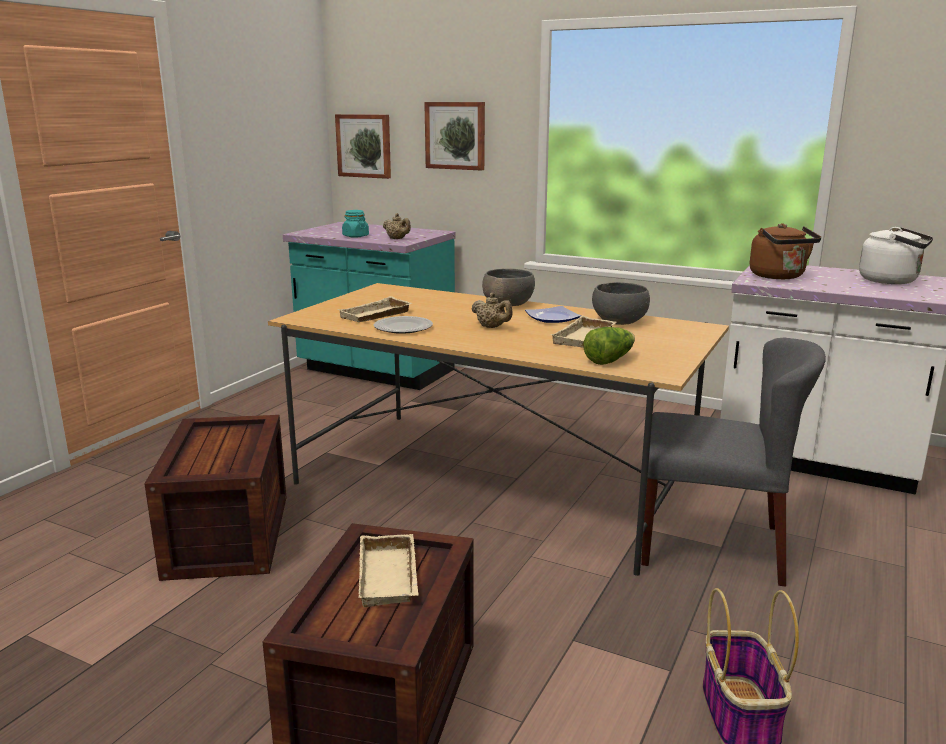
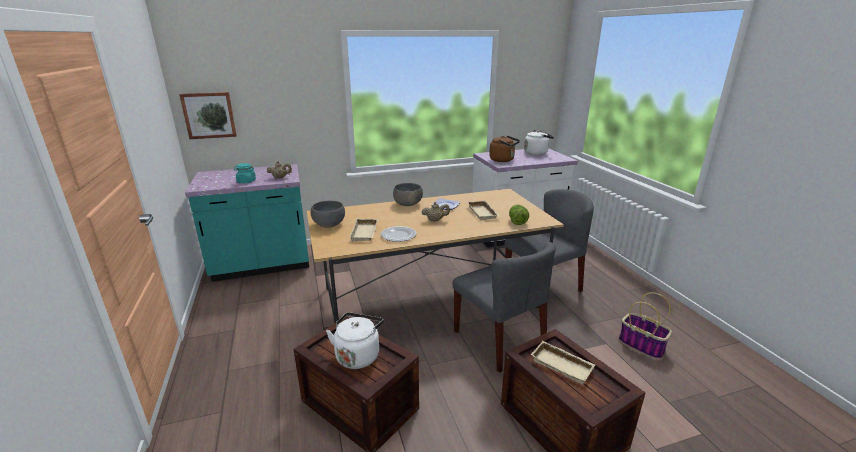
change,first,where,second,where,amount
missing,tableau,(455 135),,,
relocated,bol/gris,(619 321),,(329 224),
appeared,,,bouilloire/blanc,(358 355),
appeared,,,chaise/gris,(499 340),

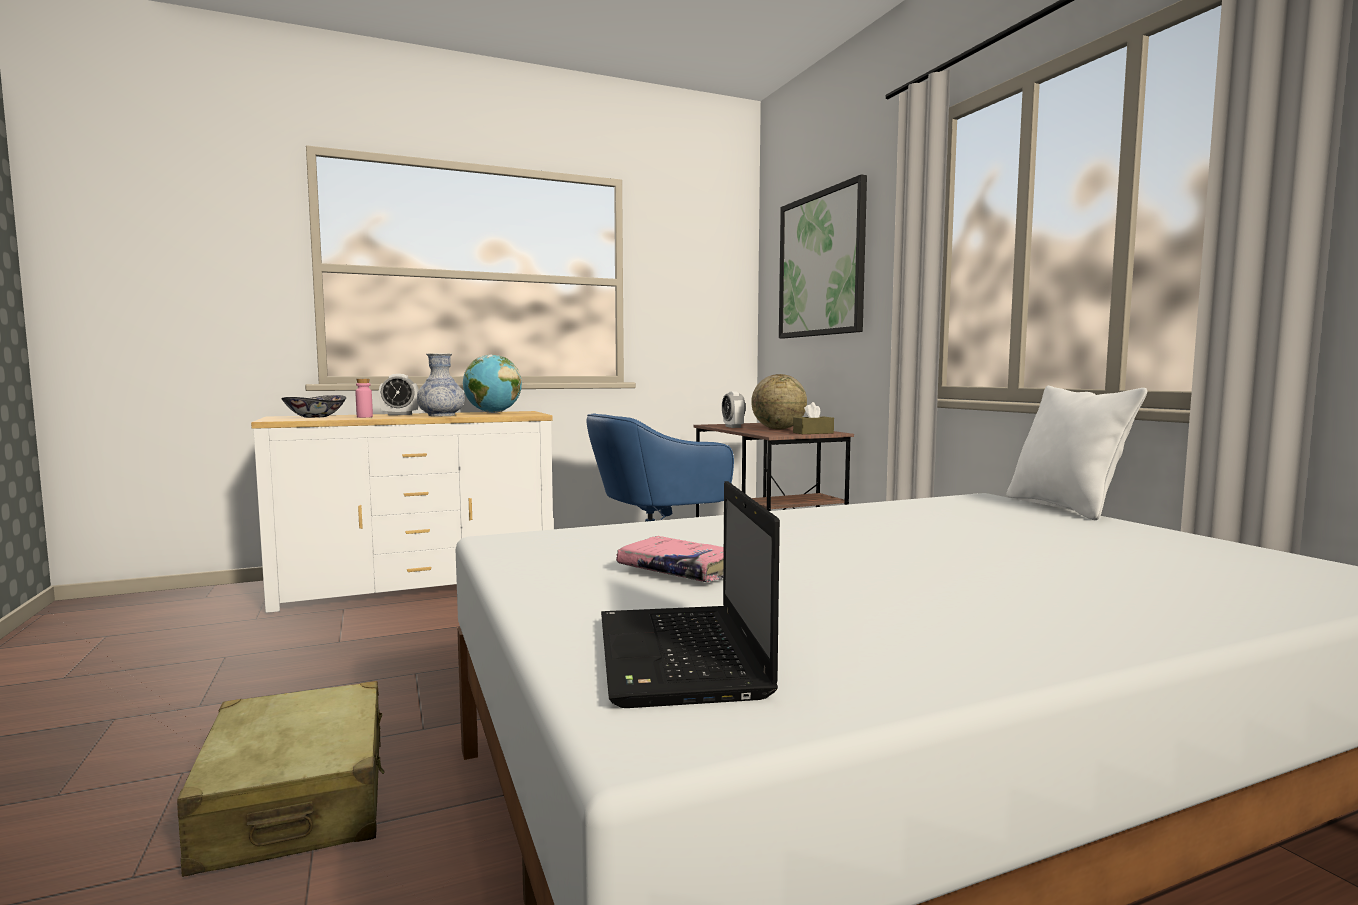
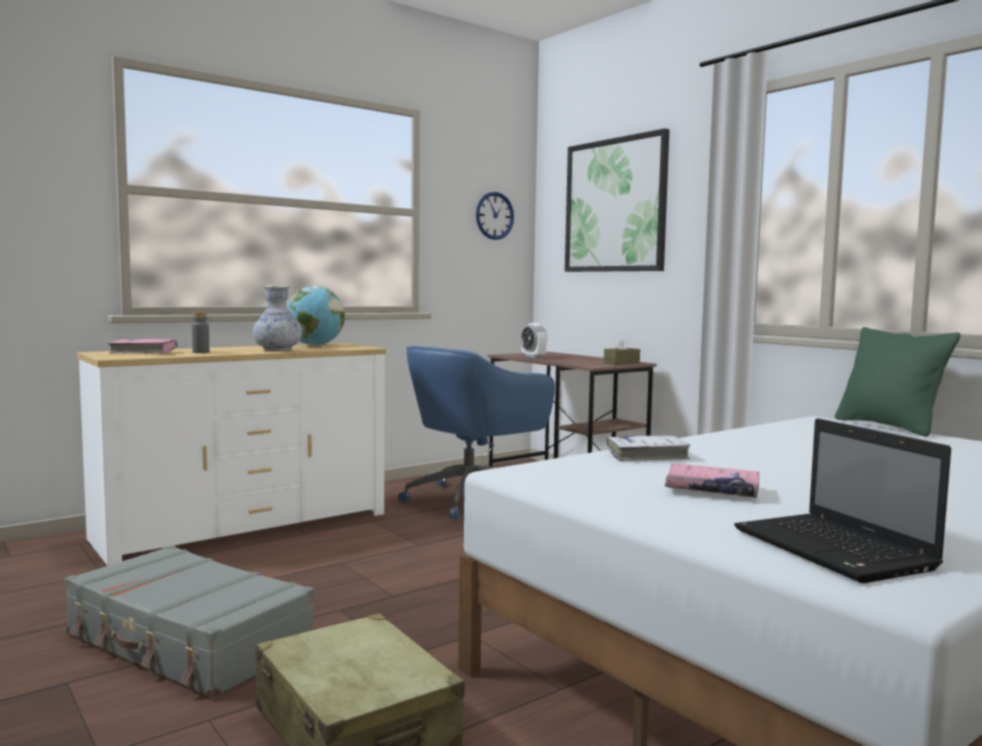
change,first,where,second,where,amount
exchanged,bol,(316 417),livre/rose,(144 352),
colour,bouteille/rose,(364 417),bouteille/gris,(201 352),
missing,réveil,(400 414),,,
missing,globe,(778 429),,,
colour,coussin/blanc,(1065 507),coussin/vert,(889 426),
appeared,,,valise/gris,(188 642),
appeared,,,horloge murale,(494 215),
appeared,,,livre/blanc,(647 456),

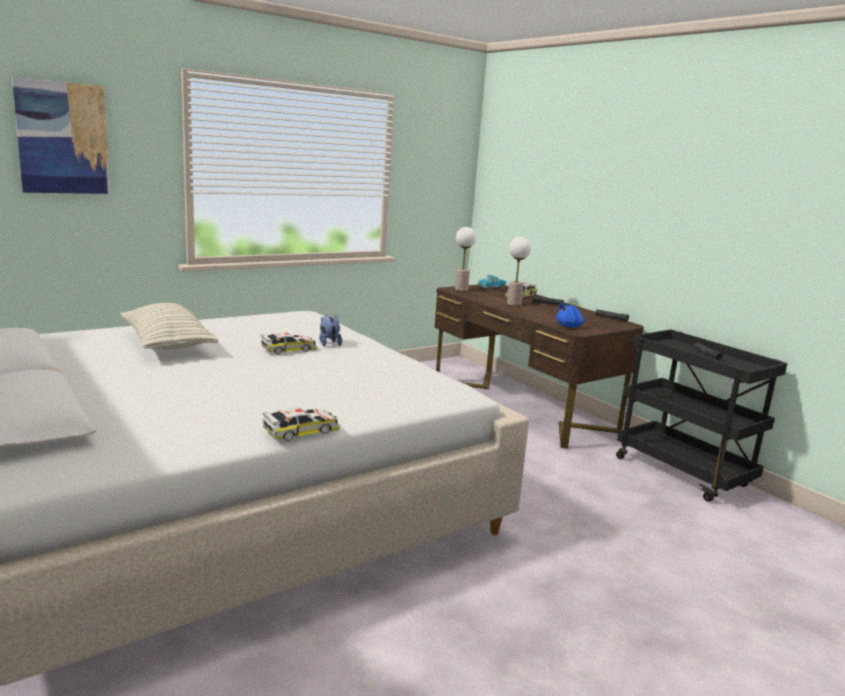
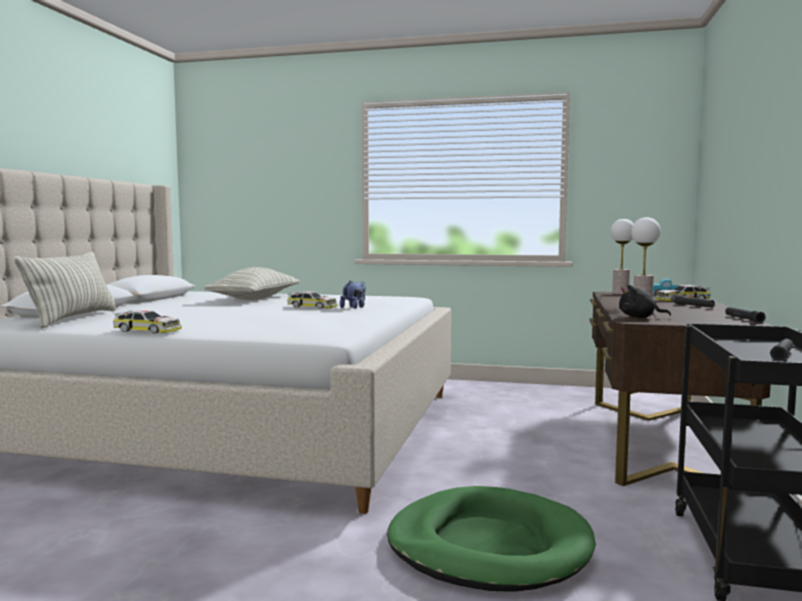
change,first,where,second,where,amount
missing,tableau,(62 138),,,
colour,peluche/bleu,(570 326),peluche/noir,(639 317),
appeared,,,coussin,(73 318),
appeared,,,panier pour chien/vert,(488 546),

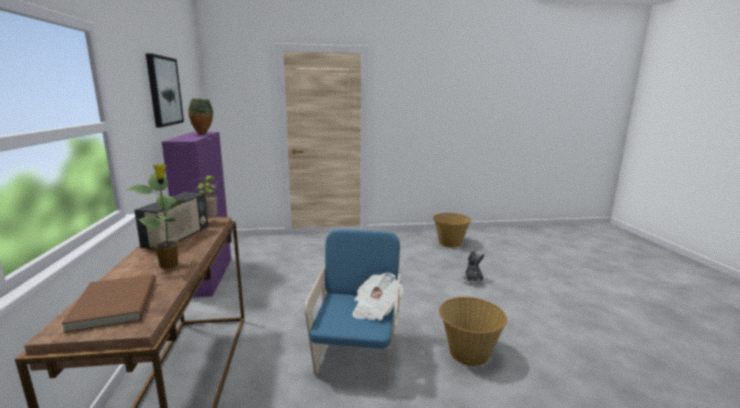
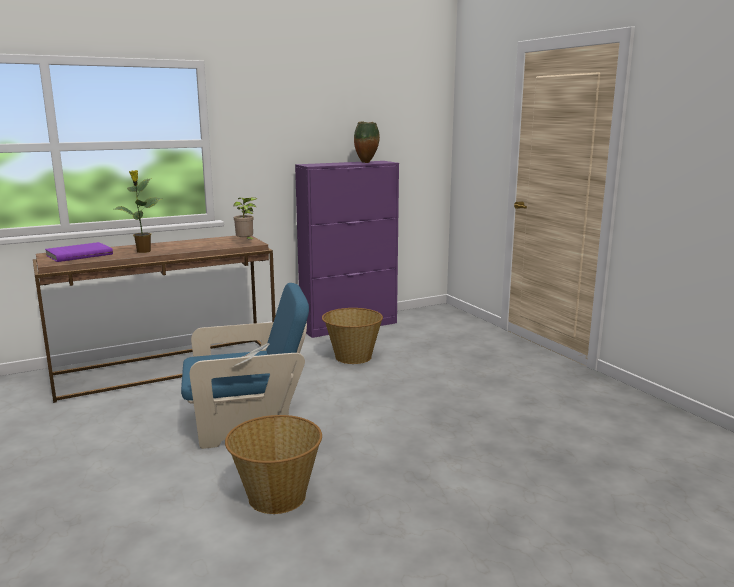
change,first,where,second,where,amount
colour,livre/marron,(112 305),livre/violet,(79 254),
missing,radio,(177 239),,,
missing,tableau,(164 91),,,
relocated,panier,(450 243),,(352 357),
missing,peluche,(472 281),,,

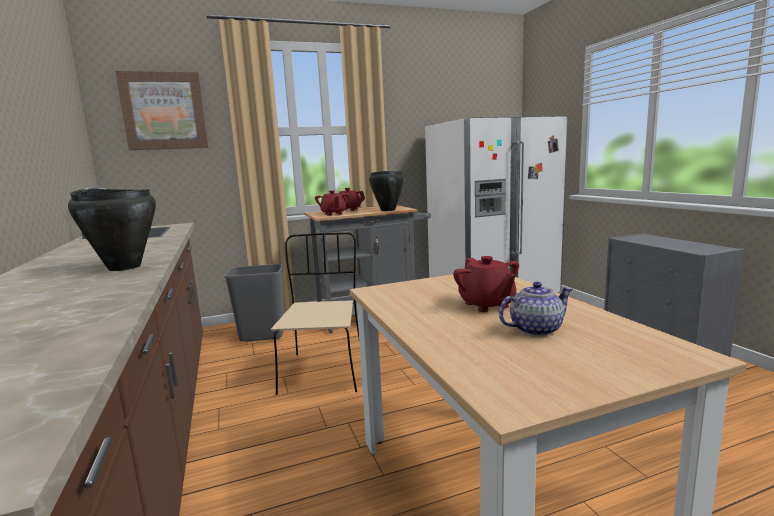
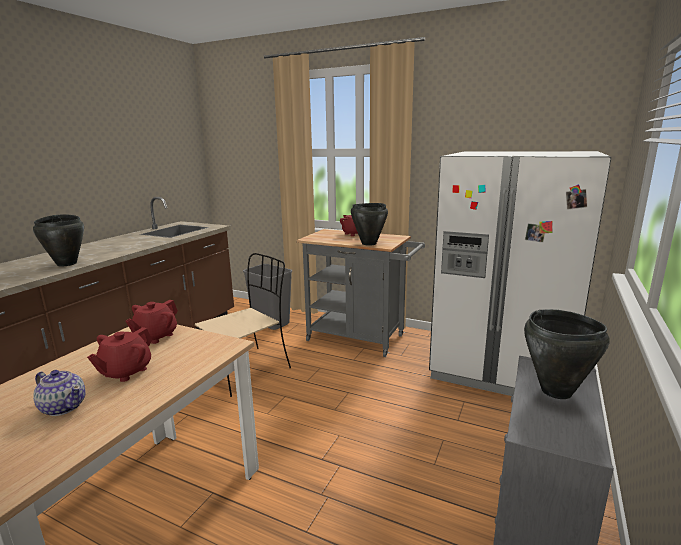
change,first,where,second,where,amount
missing,tableau,(164 111),,,
relocated,théière/rouge,(333 214),,(155 336),
appeared,,,marmite/noir,(556 391),

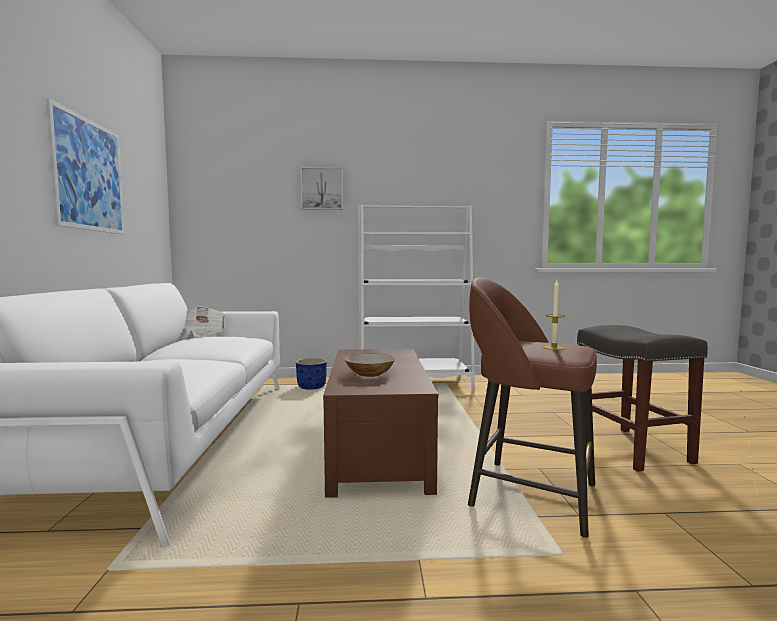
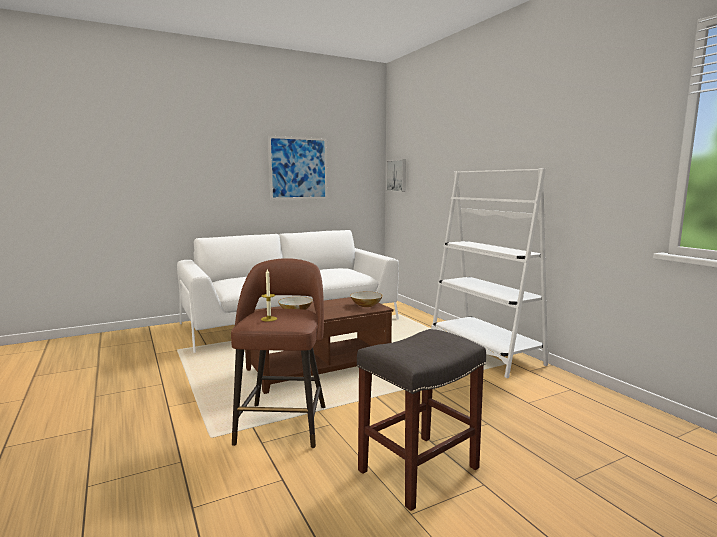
change,first,where,second,where,amount
missing,journal,(204 333),,,
missing,cache-pot/bleu,(311 387),,,
relocated,tableau,(322 189),,(397 175),
appeared,,,bol,(365 305),

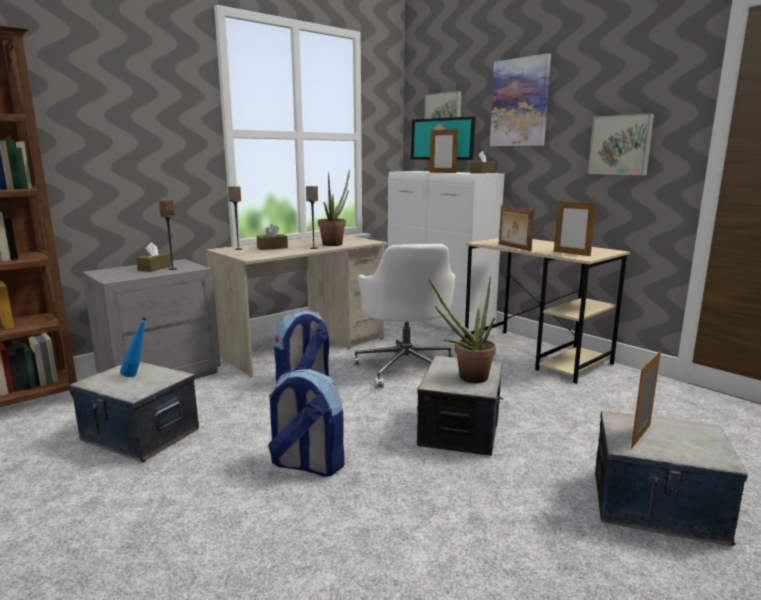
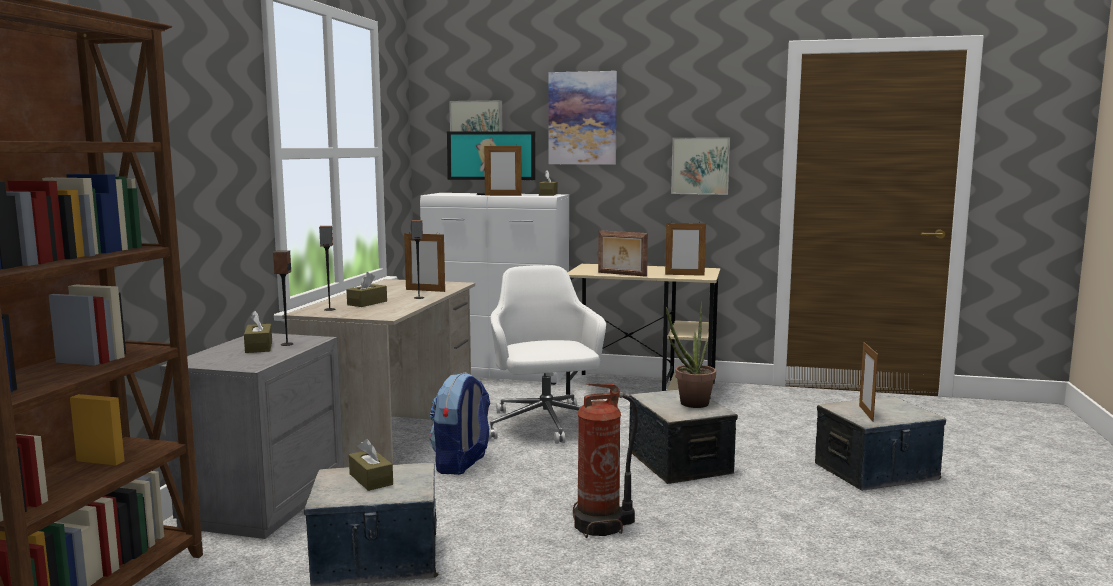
change,first,where,second,where,amount
exchanged,bouteille/bleu,(137 375),boîte à mouchoirs/marron,(371 479),
exchanged,sac à dos,(306 465),extincteur,(601 526),
exchanged,plante en pot,(335 244),cadre photo,(425 290),
spun,chaise de bureau/blanc,(406 367),,(545 426),150 degrees counterclockwise

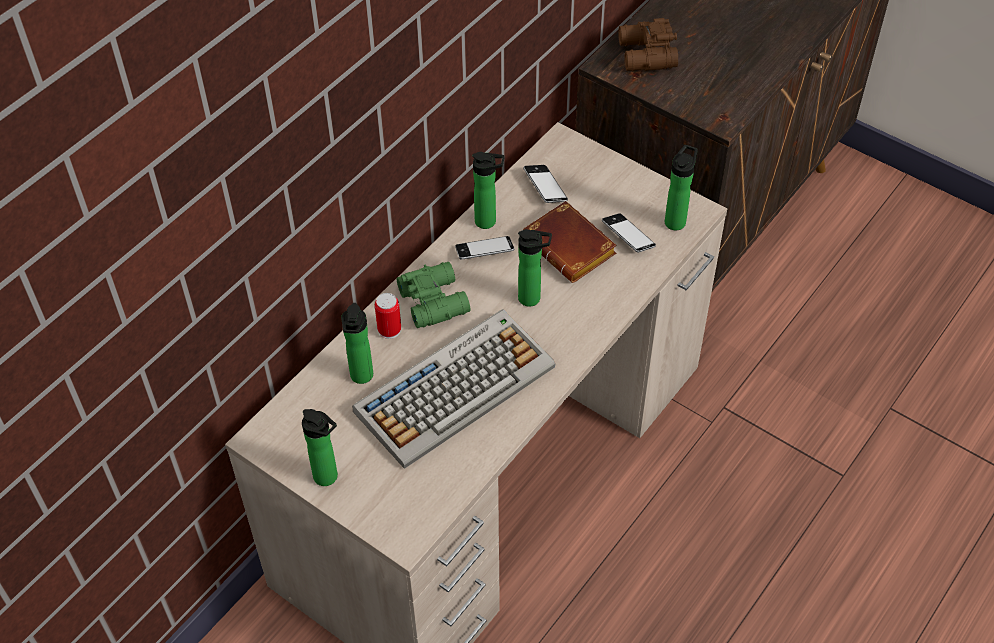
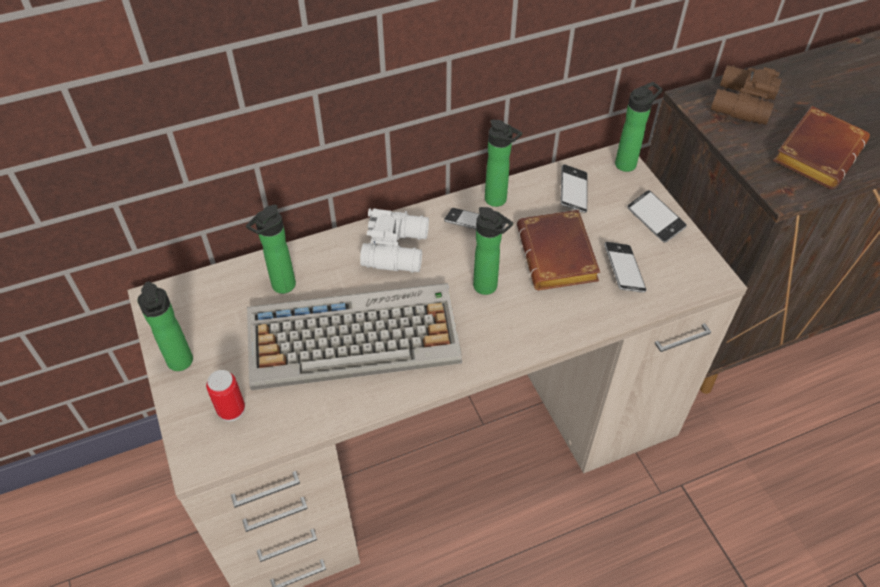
change,first,where,second,where,amount
relocated,boîte métallique,(389 330),,(231 409),
colour,jumelles/vert,(434 300),jumelles/blanc,(398 248),
relocated,bouteille,(676 220),,(628 163),
appeared,,,téléphone,(655 220),
appeared,,,livre/marron,(816 152),

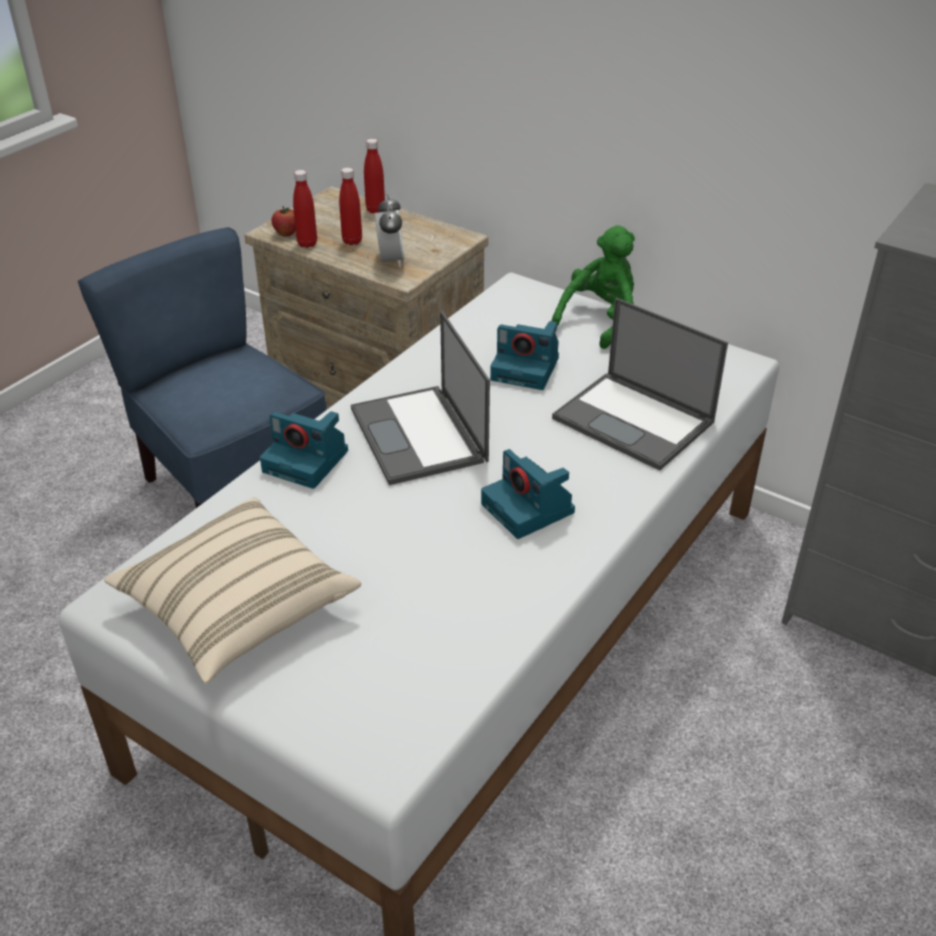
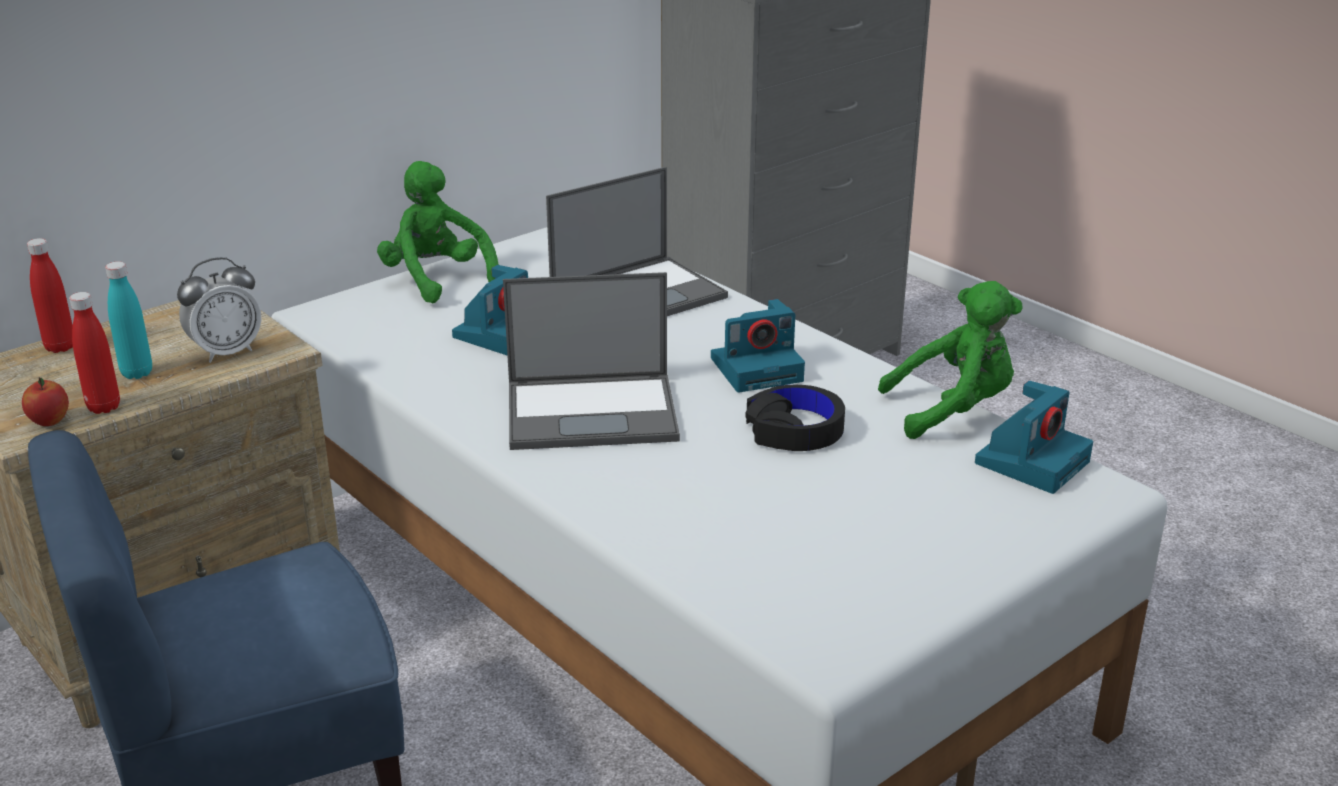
change,first,where,second,where,amount
missing,coussin/beige,(237 609),,,
relocated,appareil photo,(307 461),,(1032 461),
colour,bouteille/rouge,(352 241),bouteille/turquoise,(137 373),
spun,réveil,(391 261),,(226 352),135 degrees clockwise
appeared,,,casque audio/noir,(795 430),
appeared,,,peluche/vert,(953 410),

